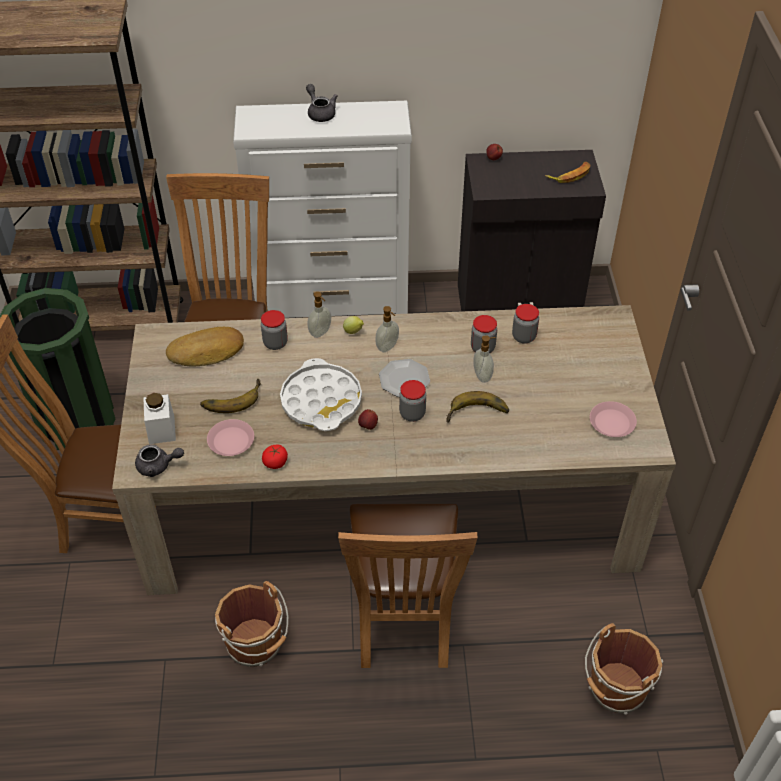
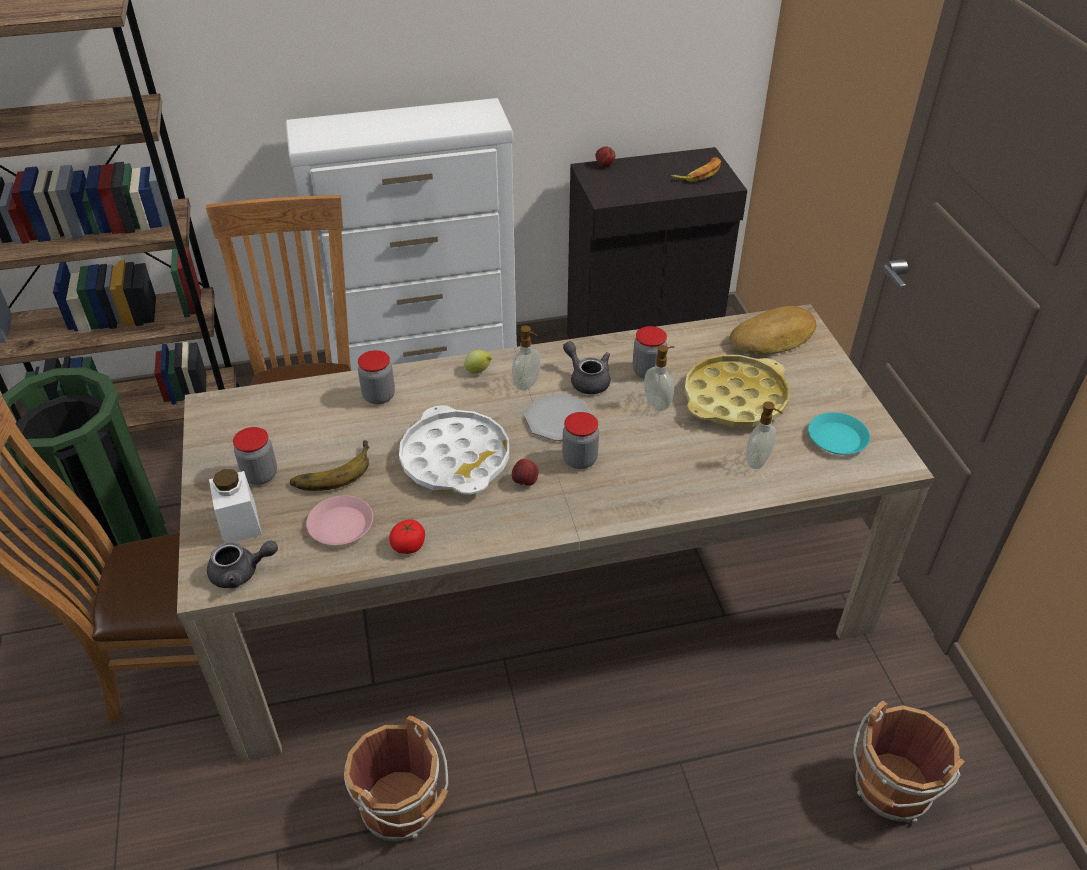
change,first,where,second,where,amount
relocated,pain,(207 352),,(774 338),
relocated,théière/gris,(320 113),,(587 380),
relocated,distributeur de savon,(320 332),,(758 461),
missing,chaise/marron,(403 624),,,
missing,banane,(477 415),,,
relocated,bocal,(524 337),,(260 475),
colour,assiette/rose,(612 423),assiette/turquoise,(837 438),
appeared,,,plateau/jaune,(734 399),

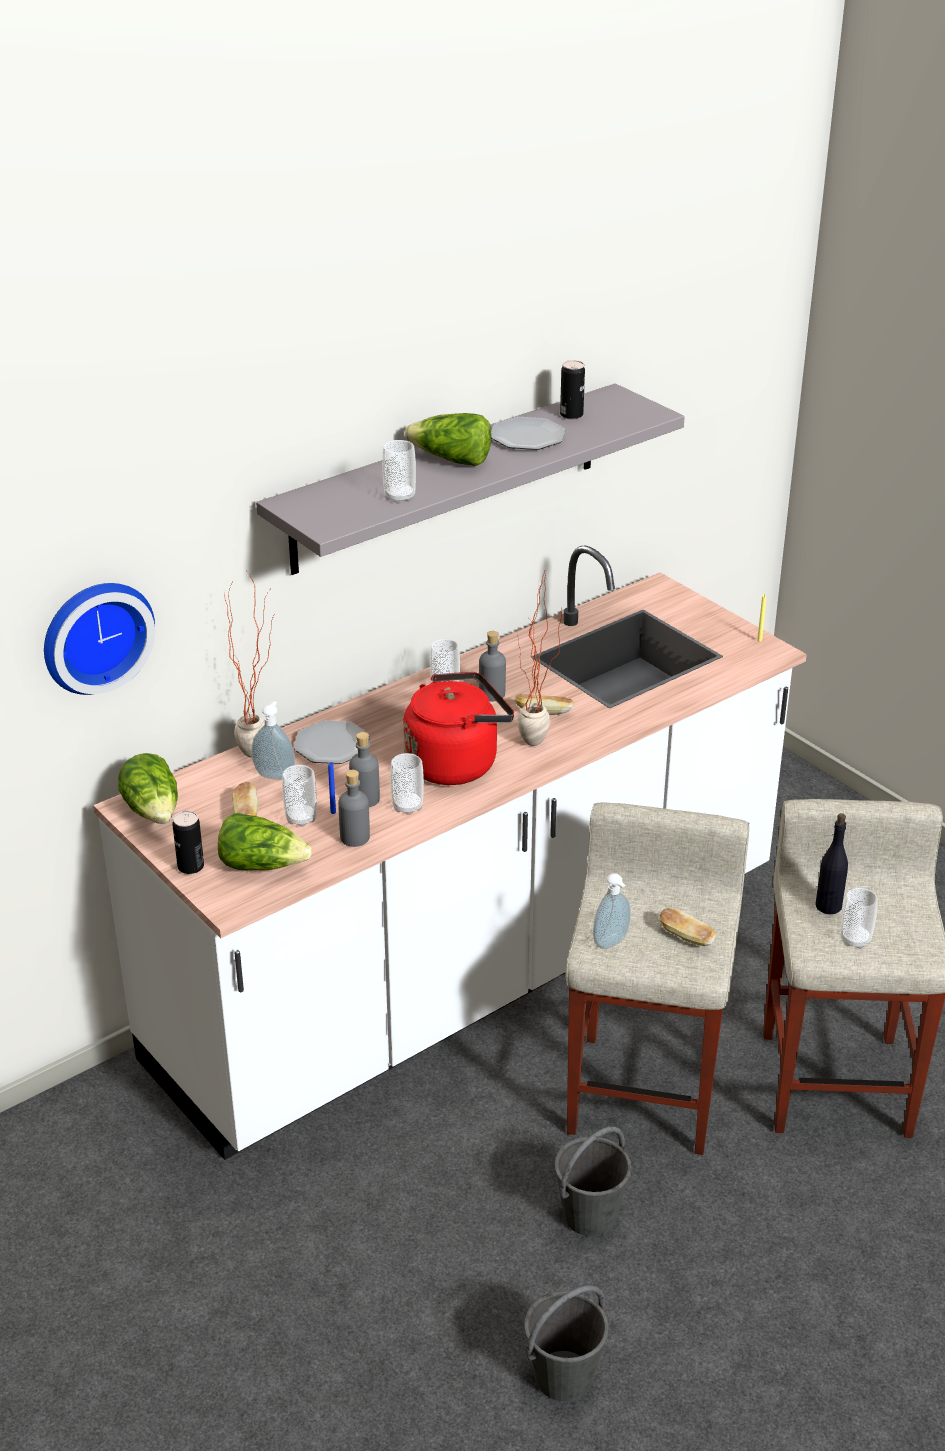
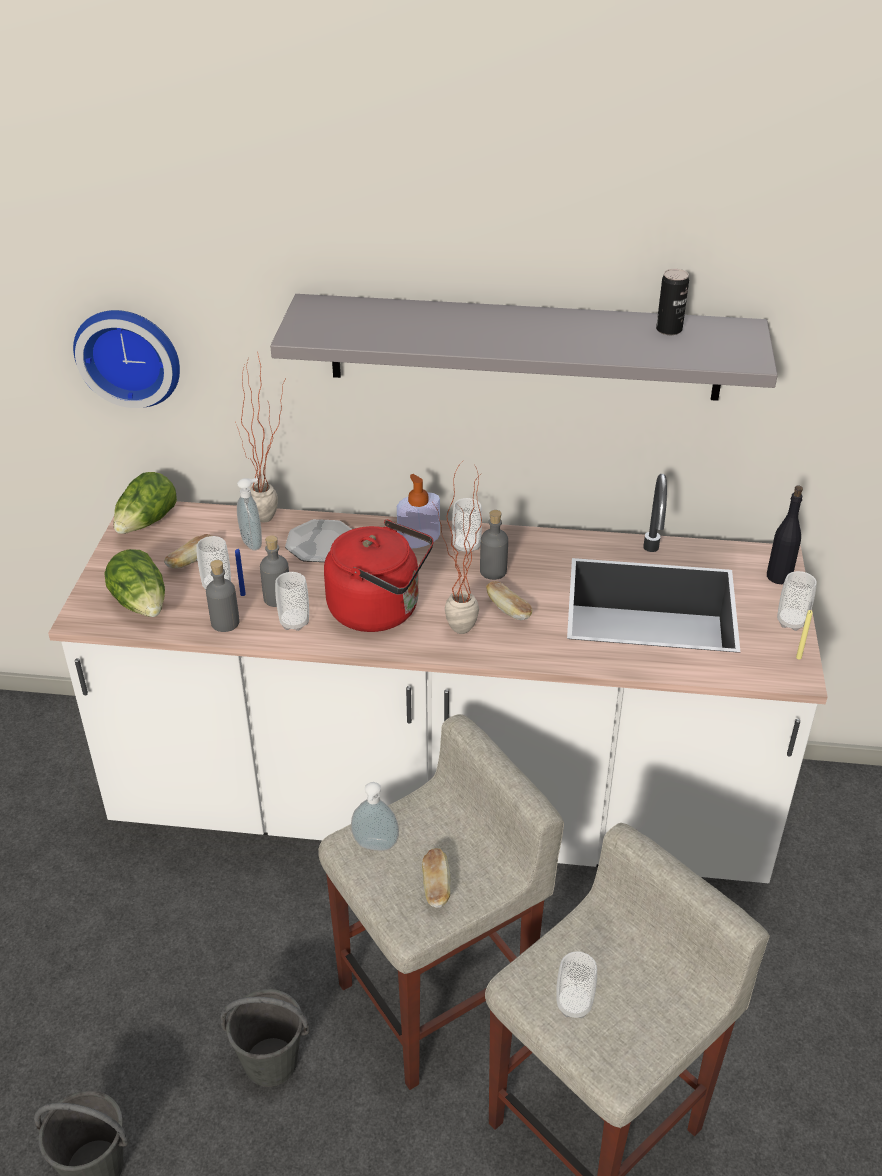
change,first,where,second,where,amount
missing,boîte métallique,(190 867),,,
relocated,tasse,(399 497),,(791 622),
missing,laitue,(451 460),,,
missing,assiette,(528 437),,,
relocated,bouteille/noir,(828 906),,(779 576),
appeared,,,distributeur de savon,(418 539),

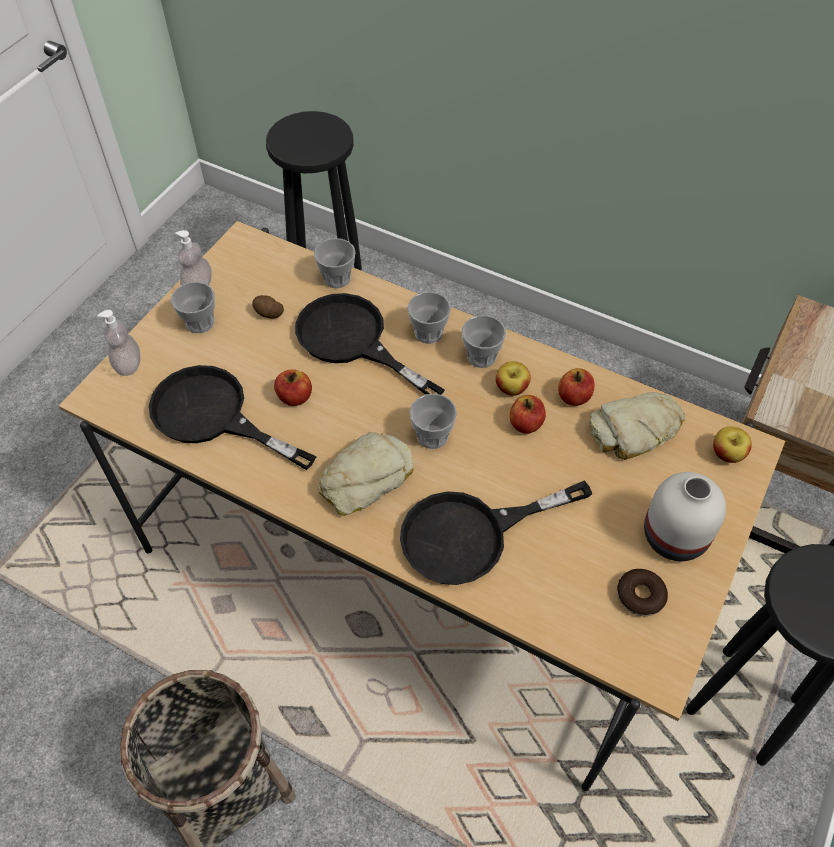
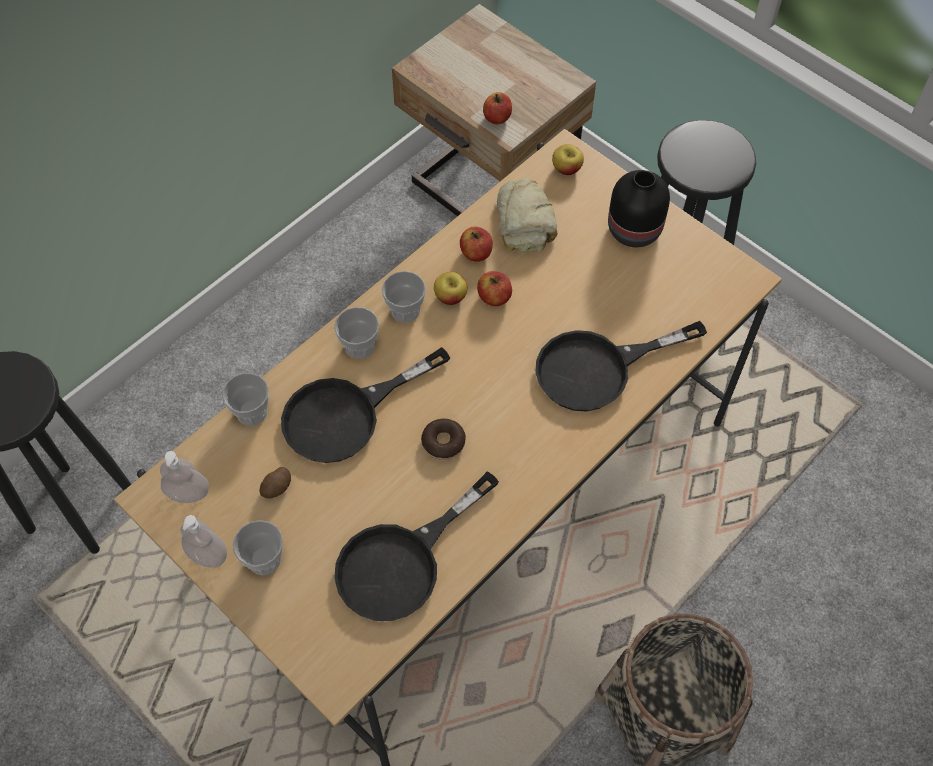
change,first,where,second,where,amount
relocated,distributeur de savon,(128 365),,(188 493),
relocated,pomme,(294 397),,(497 118),
missing,pain,(365 478),,,
spun,poêle/noir,(471 535),,(598 369),75 degrees clockwise
missing,tasse,(432 436),,,
relocated,beignet,(640 596),,(443 442),
colour,vase/blanc,(674 535),vase/noir,(632 229),

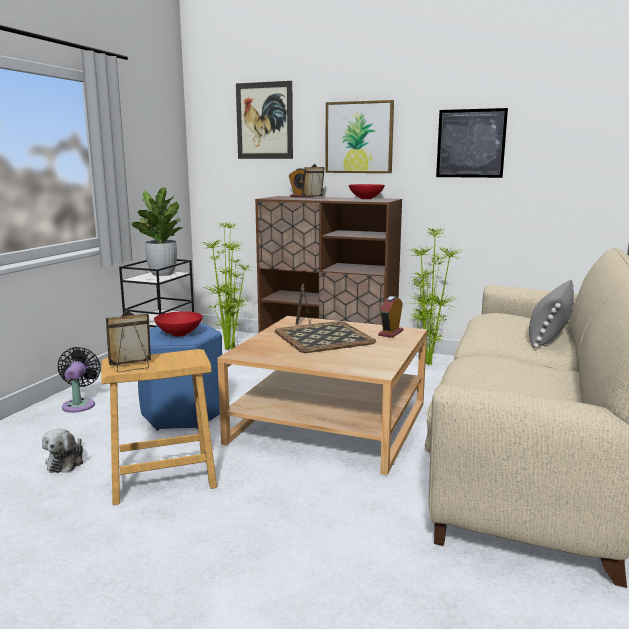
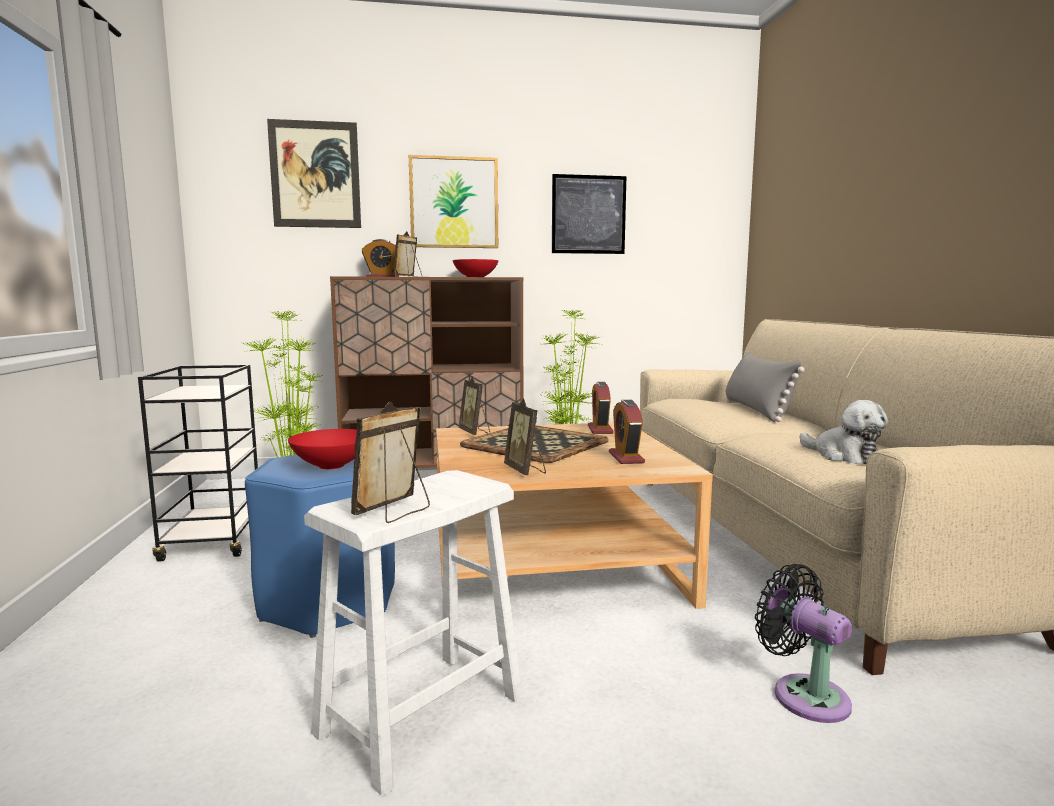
change,first,where,second,where,amount
relocated,peluche,(66 462),,(843 456),
relocated,ventilateur/noir,(79 404),,(804 694),
colour,tabouret/marron,(163 480),tabouret/blanc,(422 715),
missing,plante en pot,(162 274),,,
appeared,,,cadre photo,(525 470),
appeared,,,réveil,(626 458),

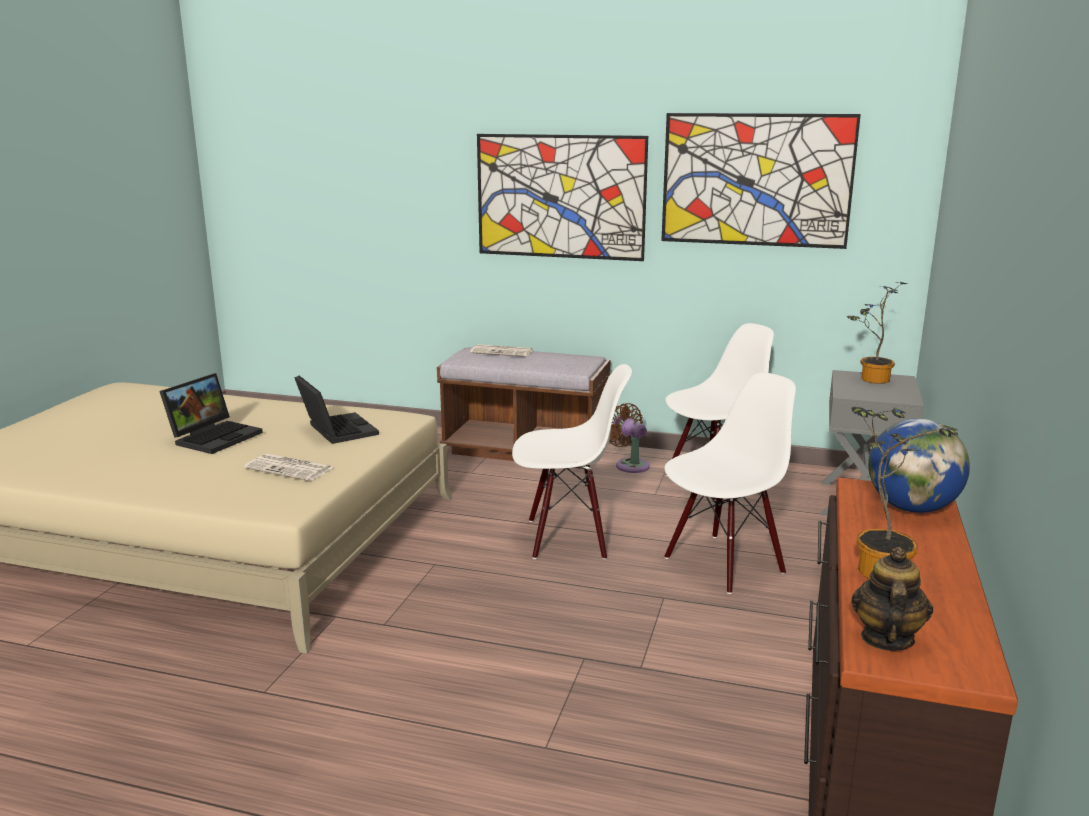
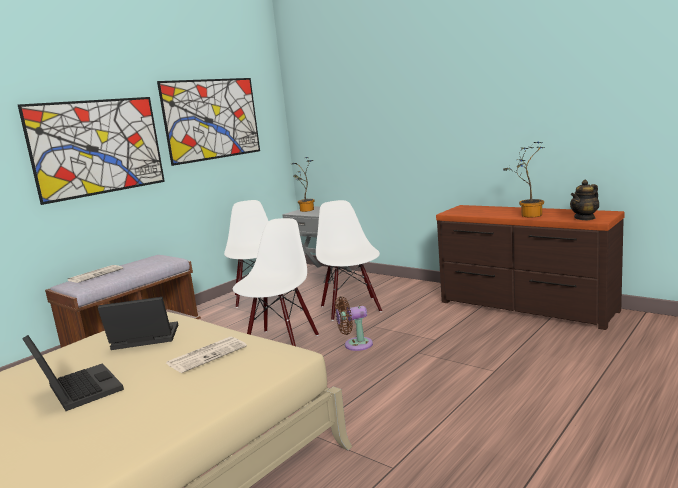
change,first,where,second,where,amount
relocated,ventilateur/marron,(630 465),,(355 345),
spun,théière,(886 638),,(585 218),75 degrees counterclockwise
missing,globe,(911 508),,,

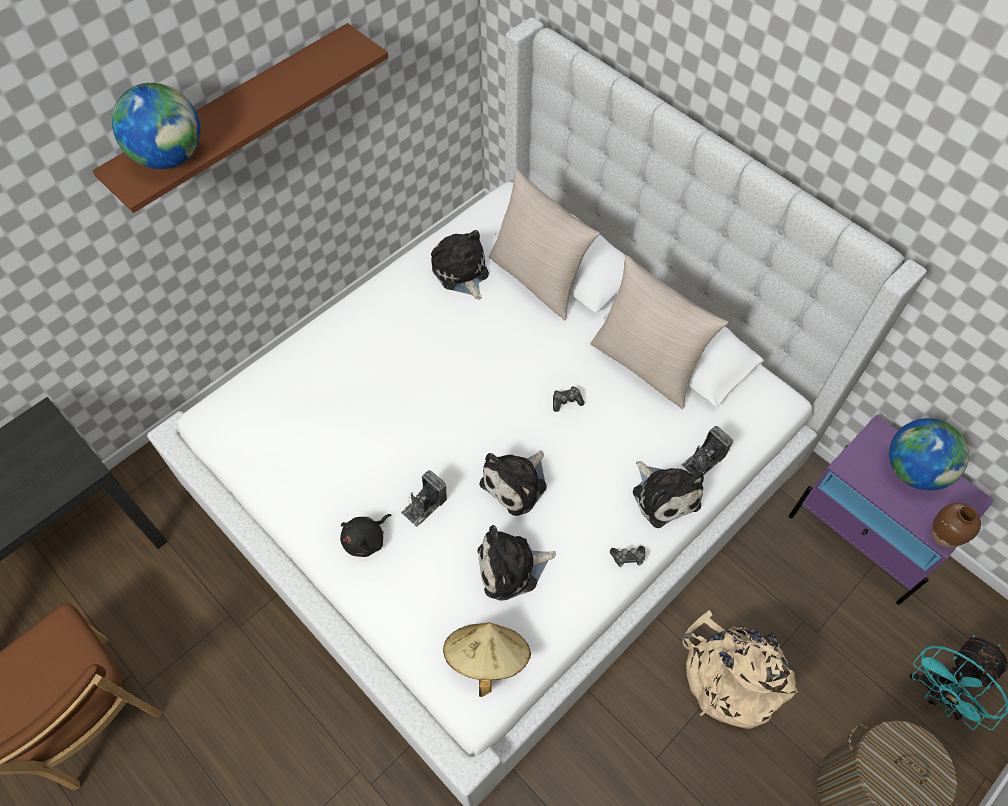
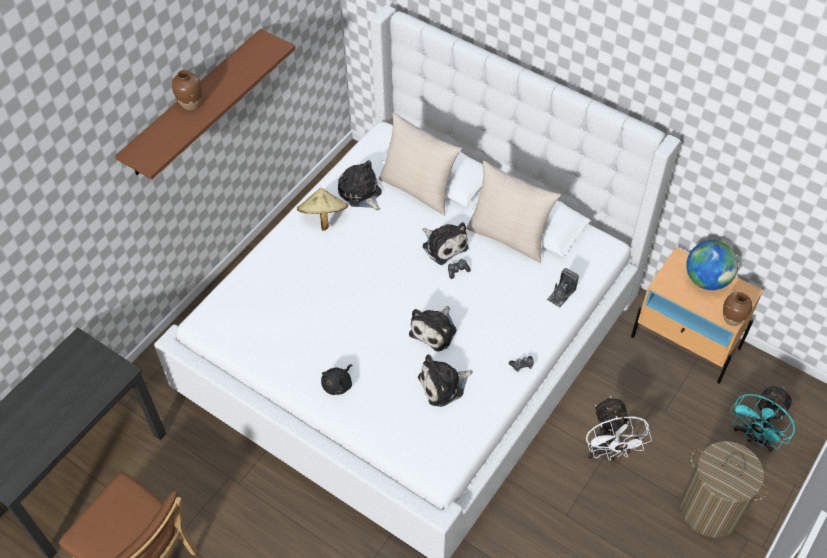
change,first,where,second,where,amount
missing,globe,(170 157),,,
missing,appareil photo,(424 505),,,
relocated,chapeau/beige,(486 659),,(323 217),
relocated,peluche,(664 495),,(443 245),
exchanged,sac à dos/beige,(729 675),ventilateur/blanc,(608 451),
colour,table de chevet/violet,(861 538),table de chevet/beige,(686 342),
appeared,,,vase/marron,(191 104),

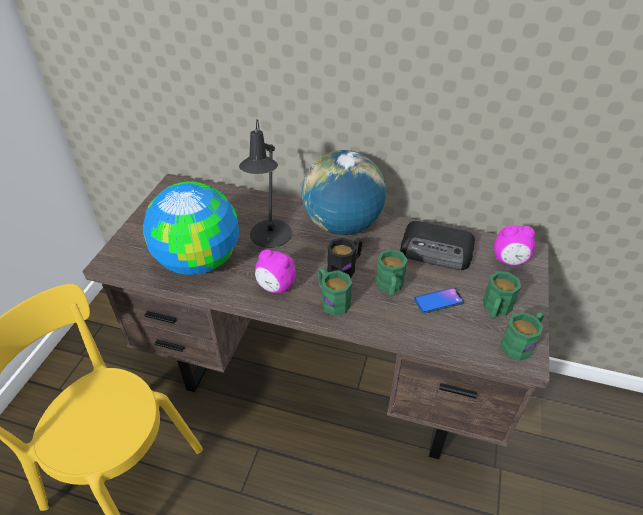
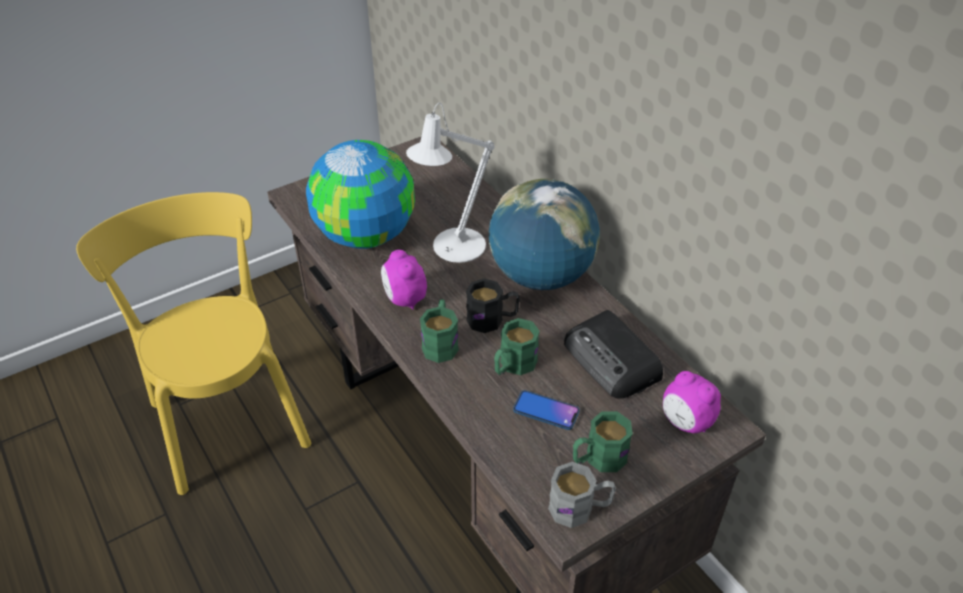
change,first,where,second,where,amount
colour,lampe de table/noir,(269 238),lampe de table/blanc,(453 249),
colour,mug/vert,(520 343),mug/gris,(580 508),

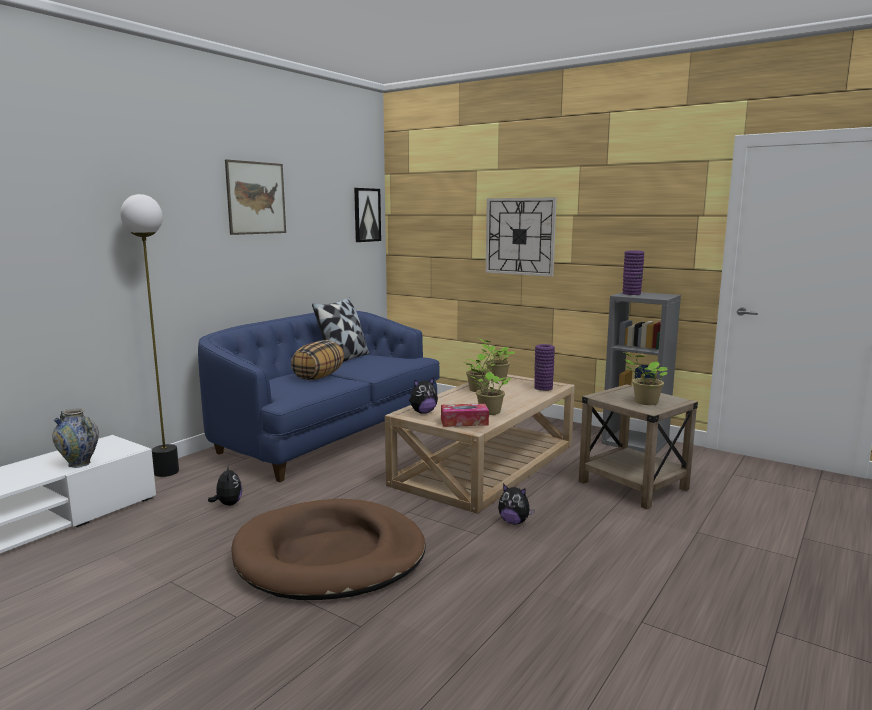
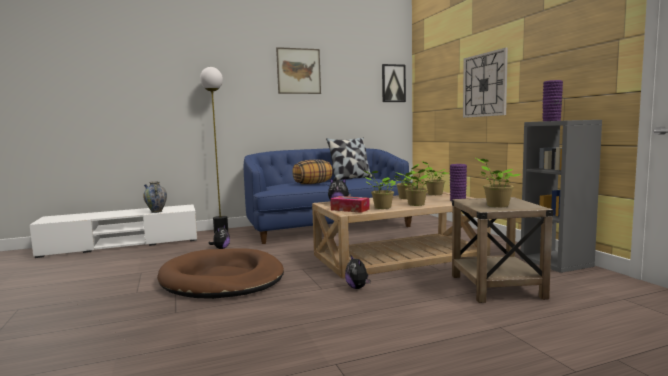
change,first,where,second,where,amount
appeared,,,plante en pot,(416 205),

